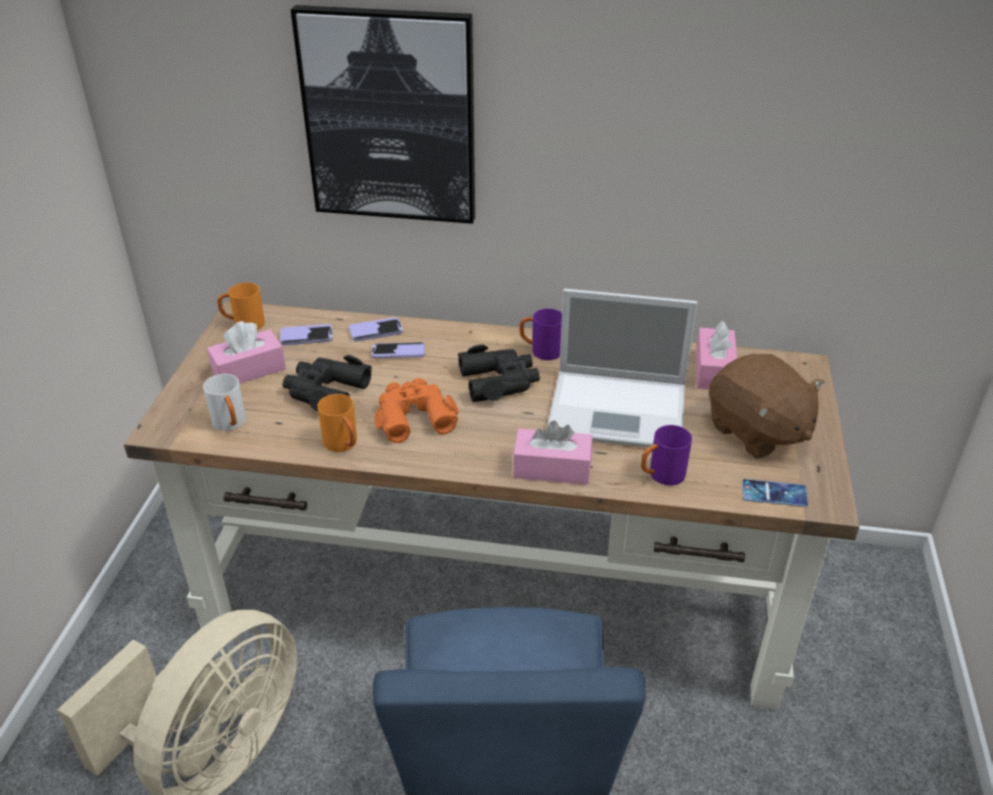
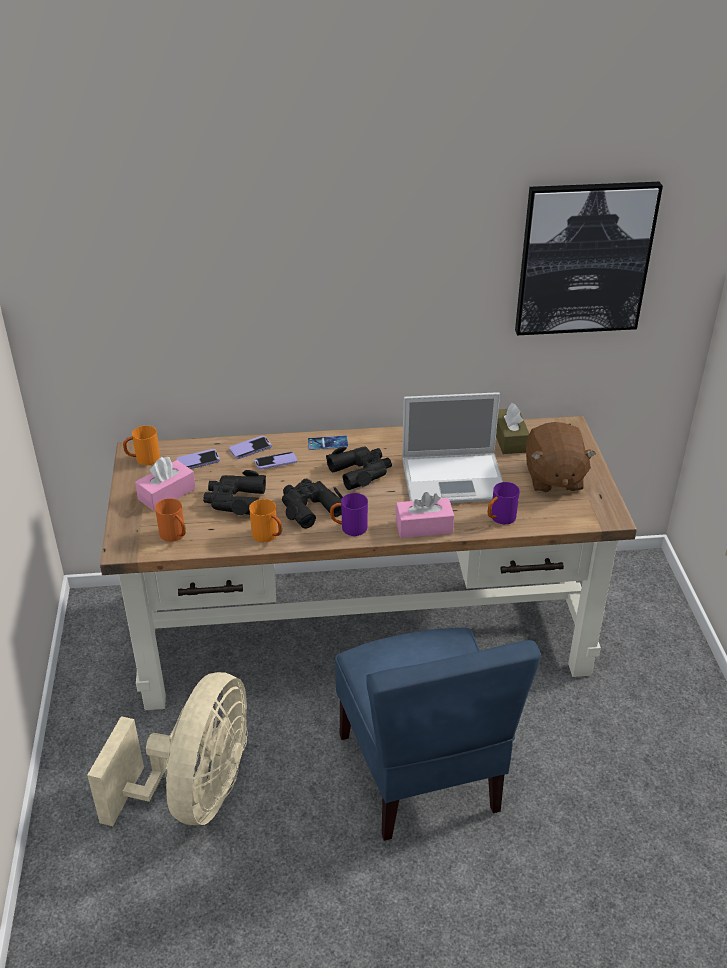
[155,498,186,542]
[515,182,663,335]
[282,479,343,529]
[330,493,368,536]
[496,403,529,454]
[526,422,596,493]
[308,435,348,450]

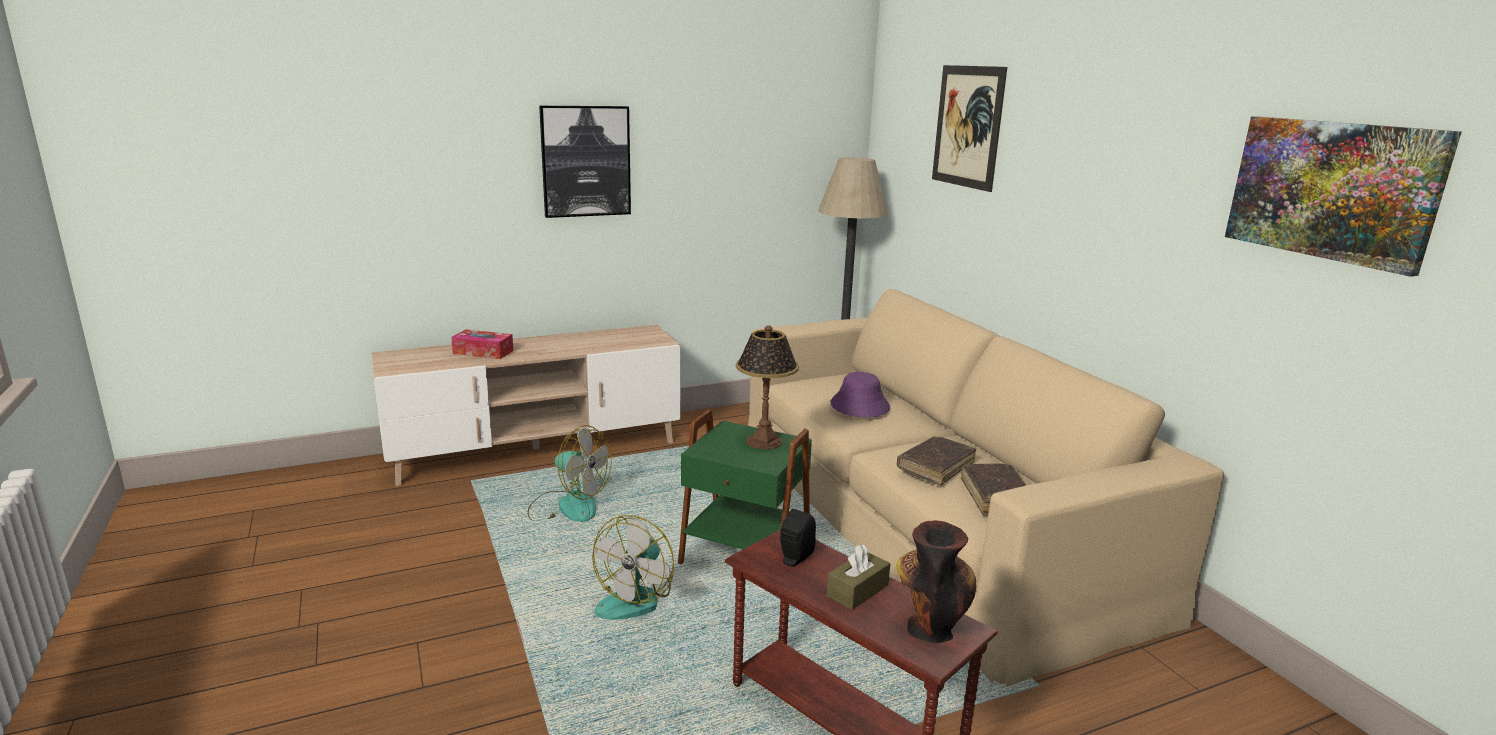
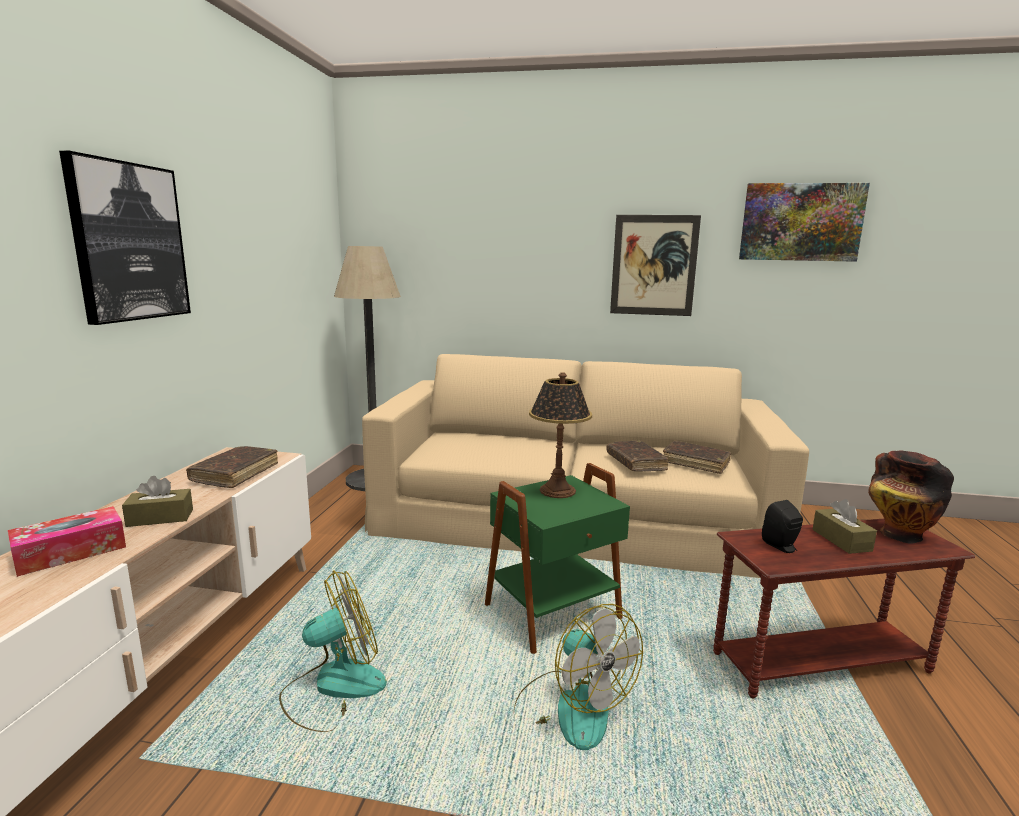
[830,372,890,417] (first image)
[610,215,701,316]
[122,476,193,527]
[186,446,278,488]

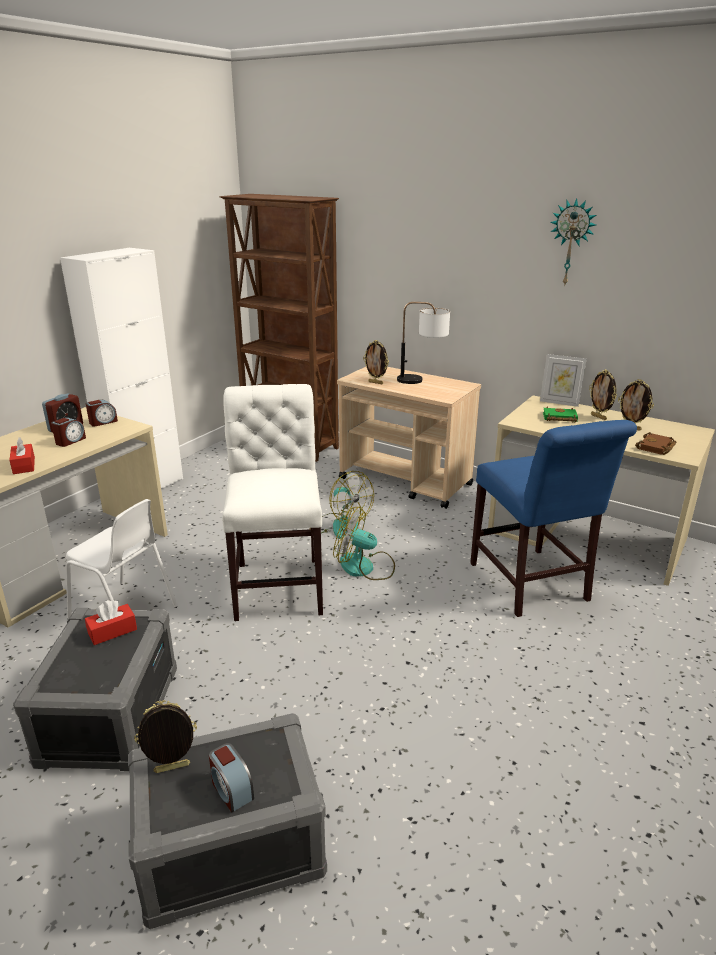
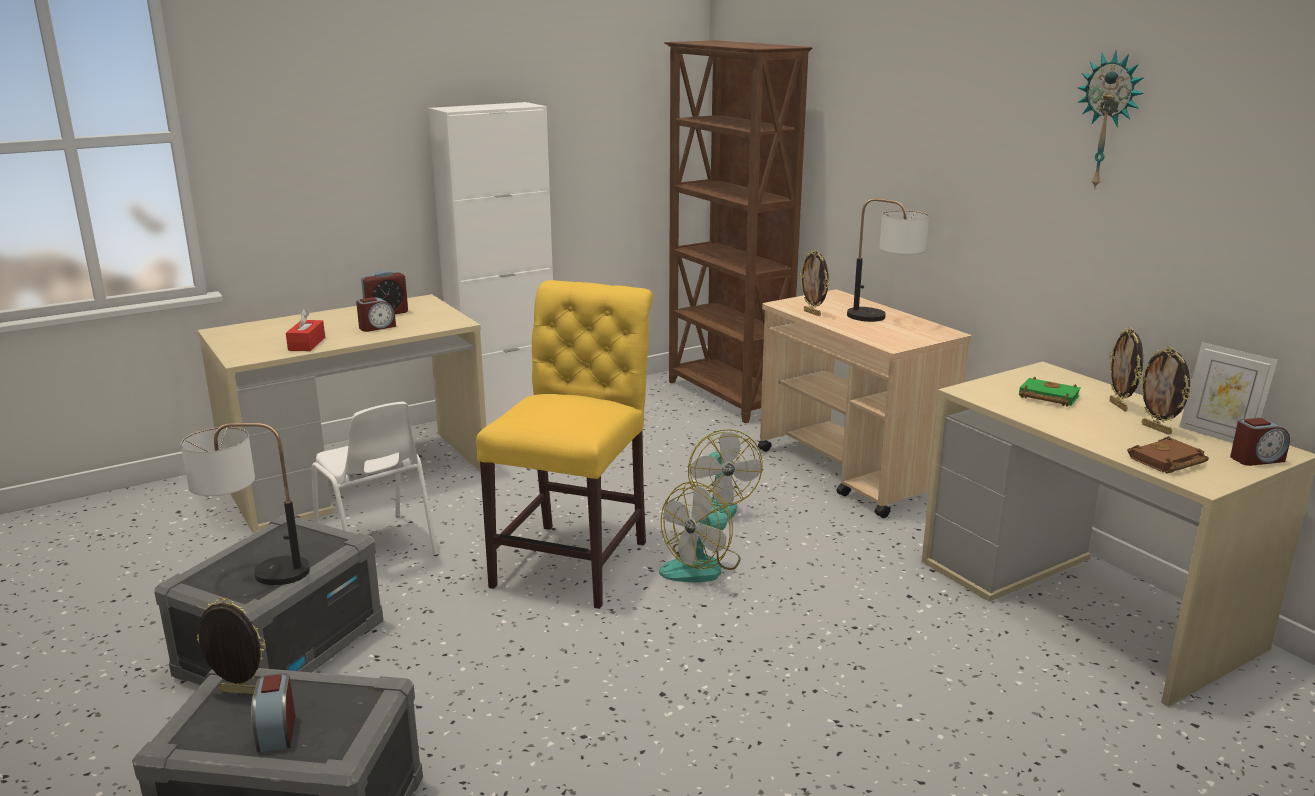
[85,600,137,645] (first image)
[1230,418,1290,466]
[476,280,653,609]
[659,481,740,582]
[470,420,637,617] (first image)
[1179,342,1278,443]
[181,423,310,585]

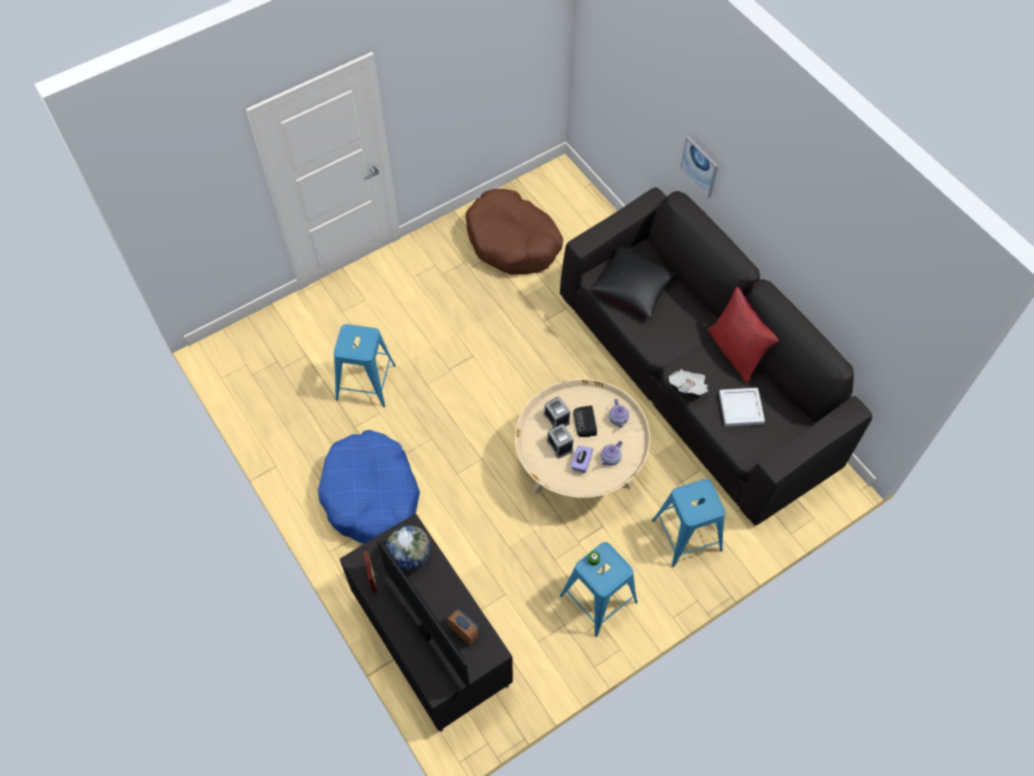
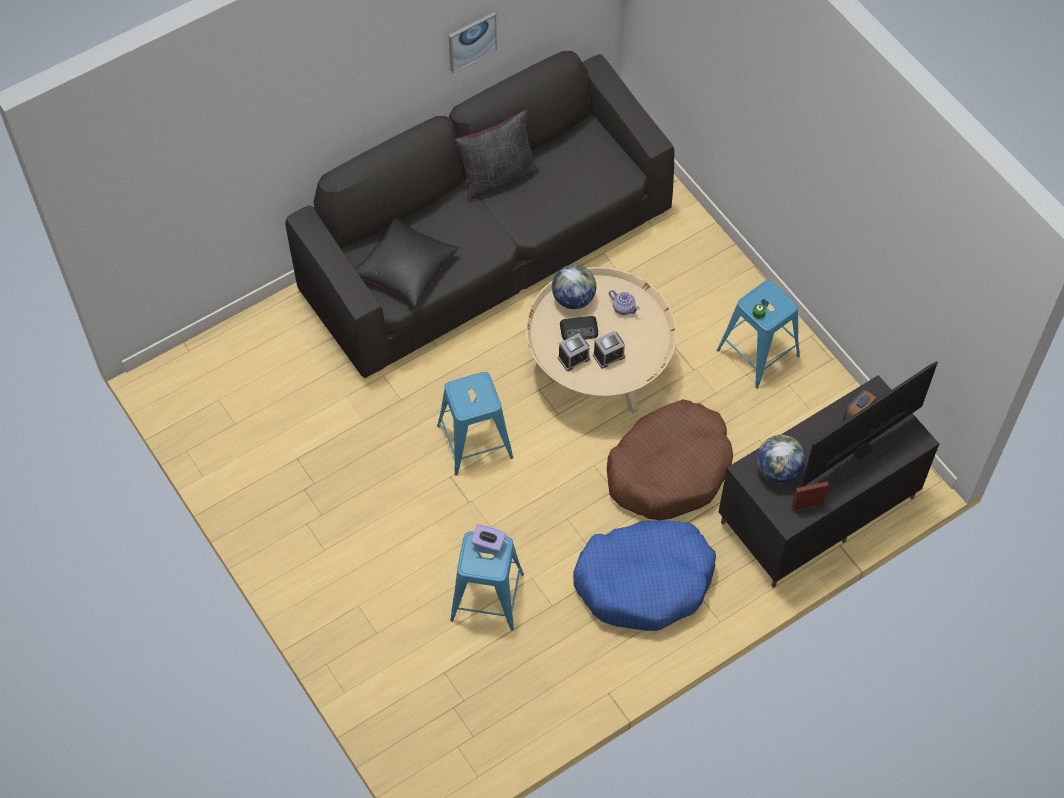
[607,399,733,520]
[471,524,506,553]
[552,264,596,309]
[437,372,513,476]
[669,369,708,395] (first image)
[448,12,497,73]
[455,110,539,201]
[719,388,765,426] (first image)

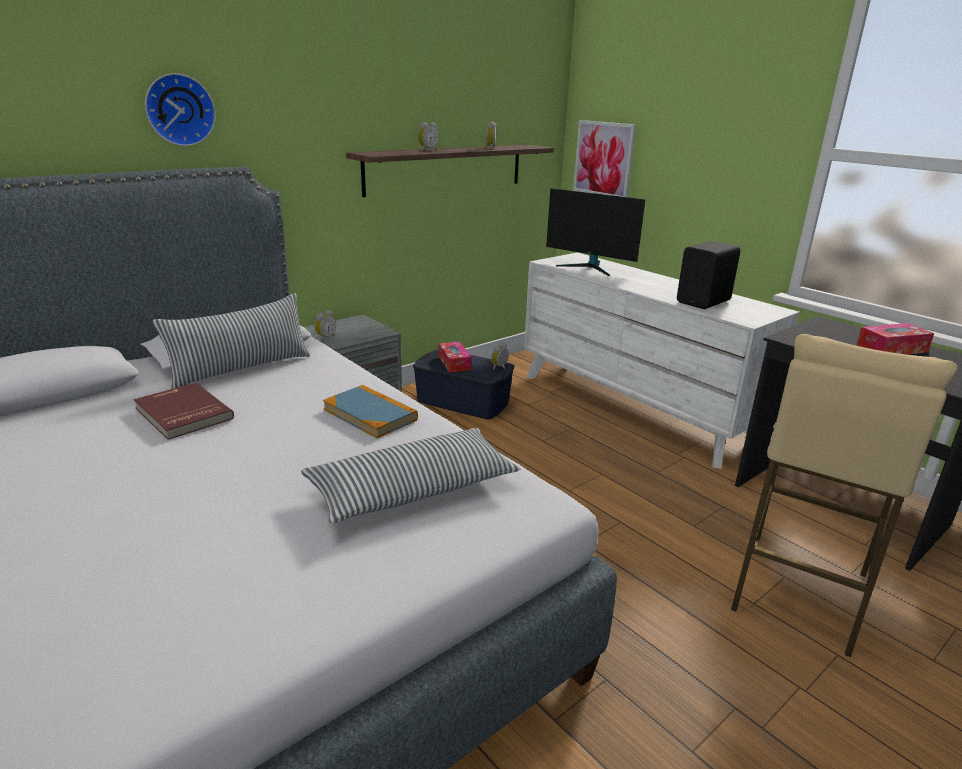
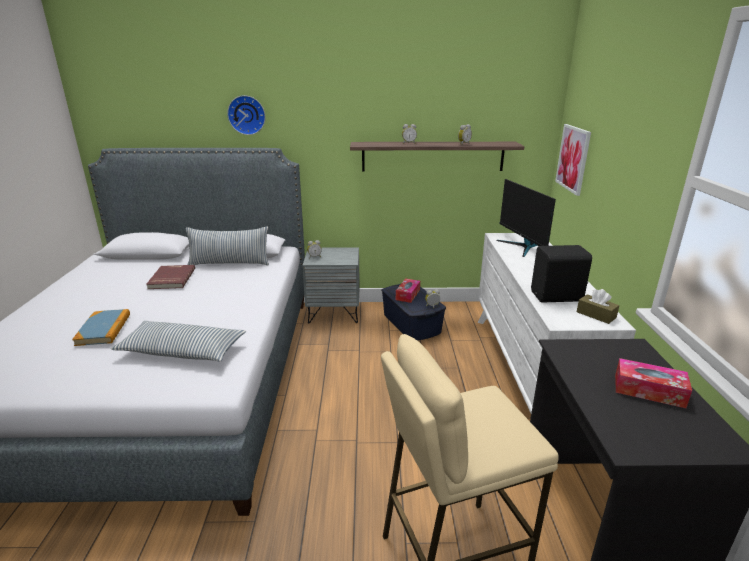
[72,309,130,346]
[577,289,619,324]

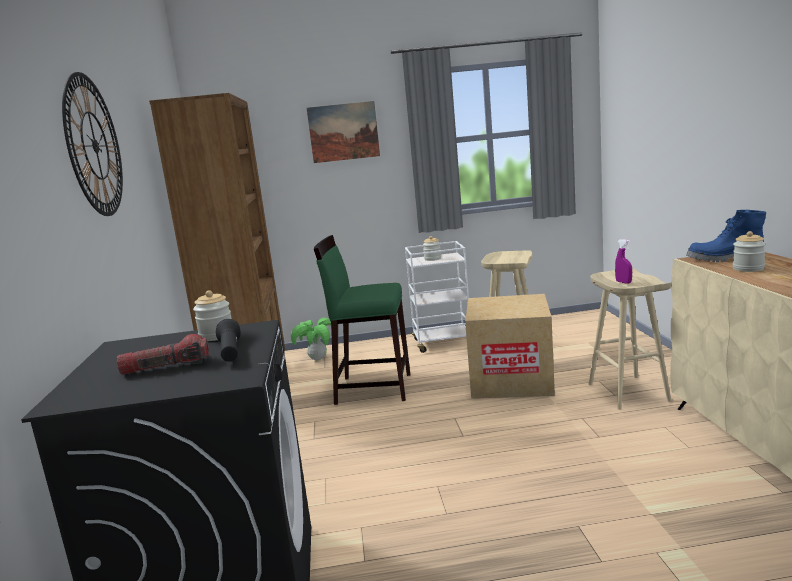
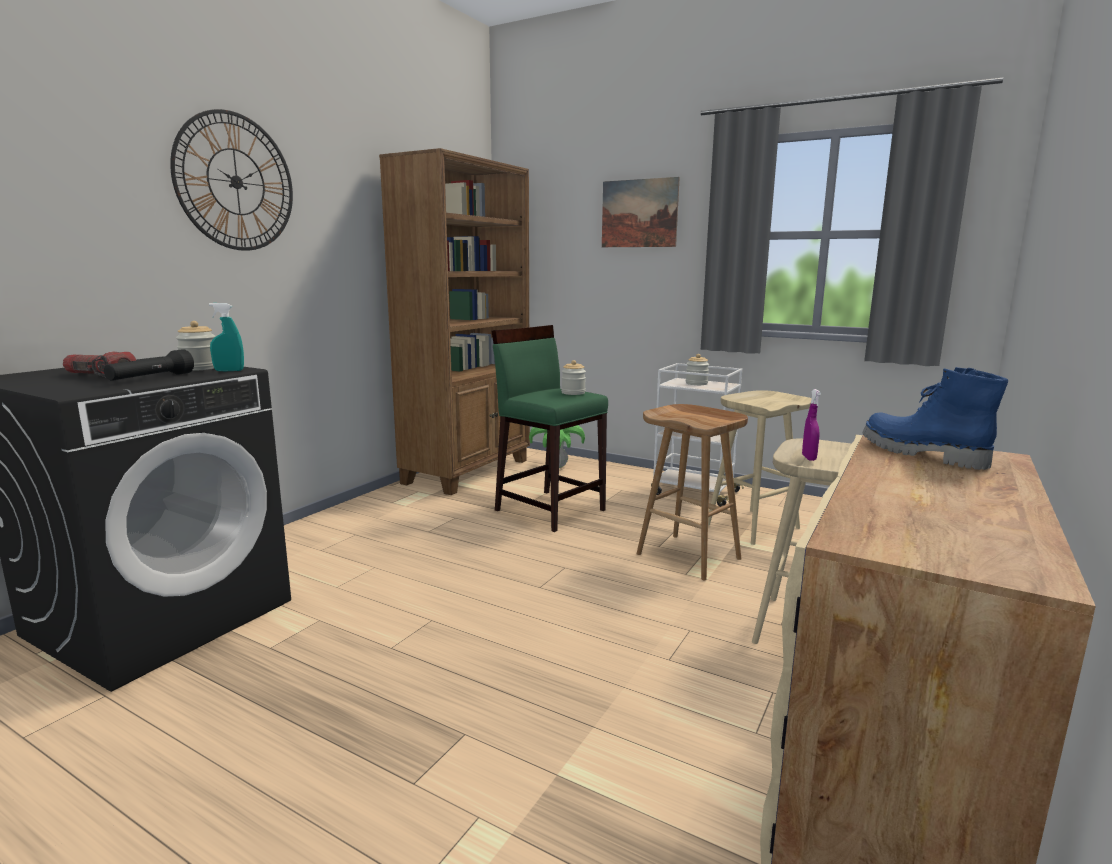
[636,404,748,580]
[561,360,586,395]
[209,303,244,371]

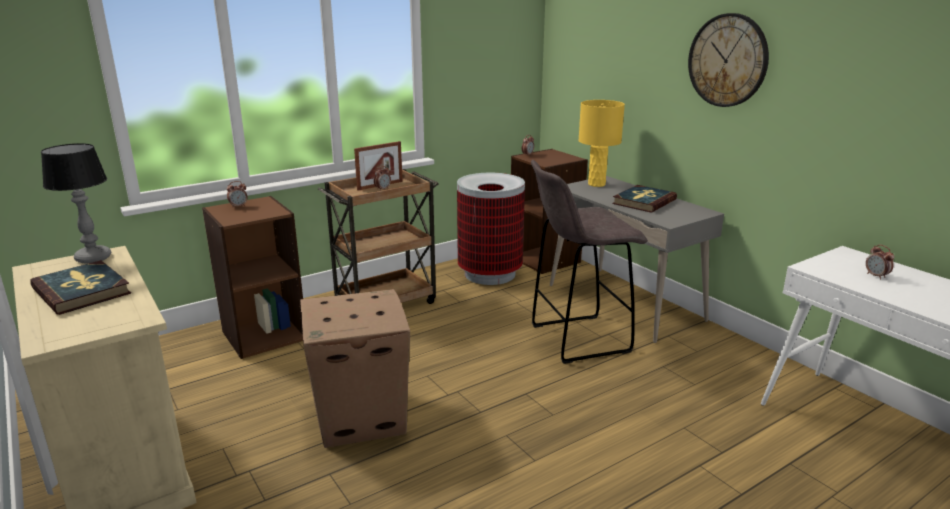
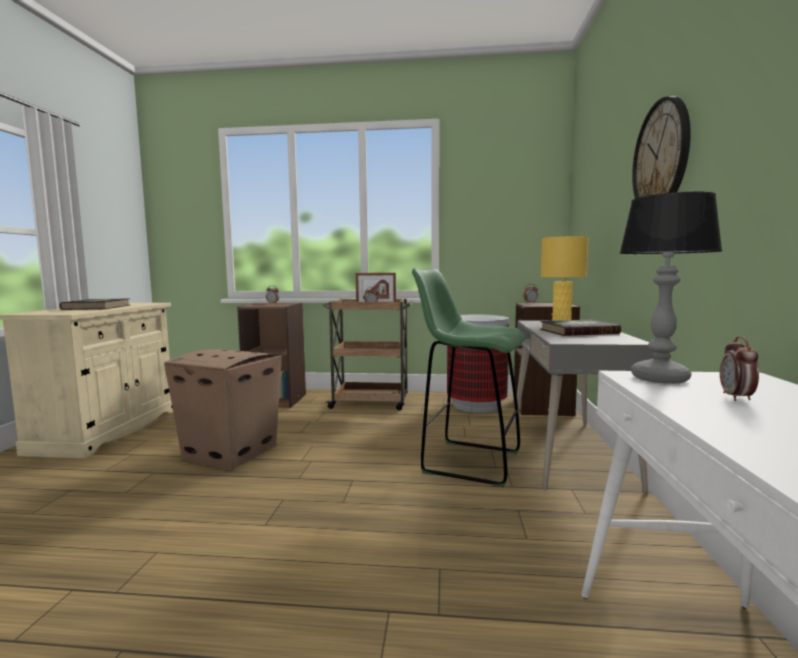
[619,192,723,384]
[412,268,525,487]

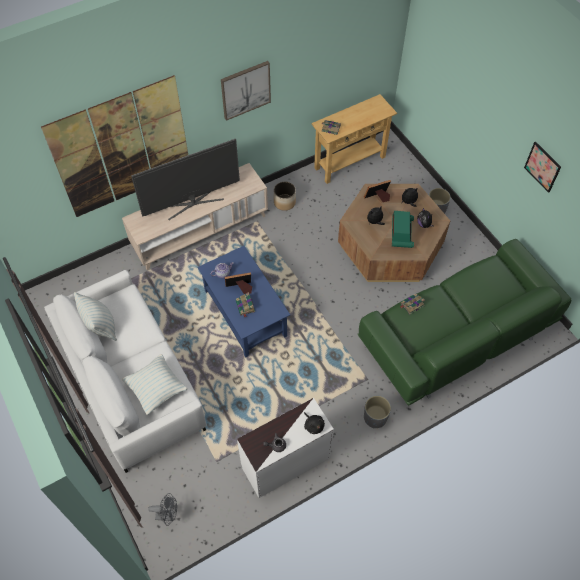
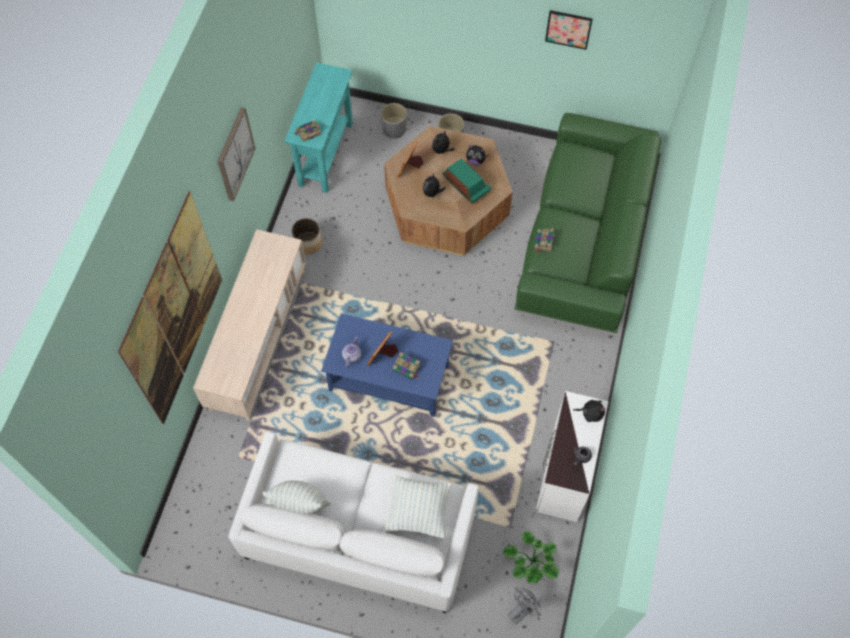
[131,138,240,220] (first image)
[284,62,353,193]
[381,103,407,139]
[502,530,560,584]

